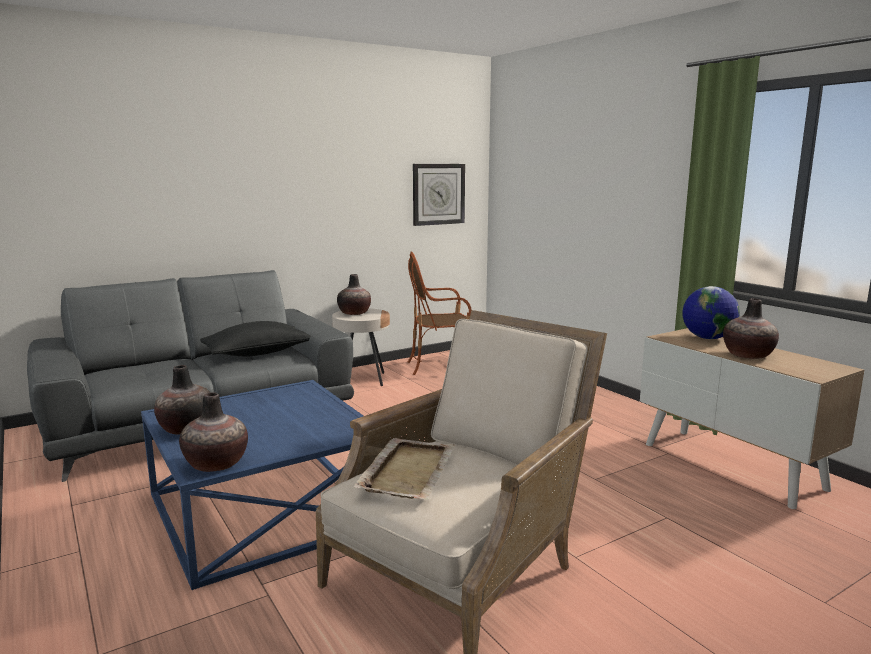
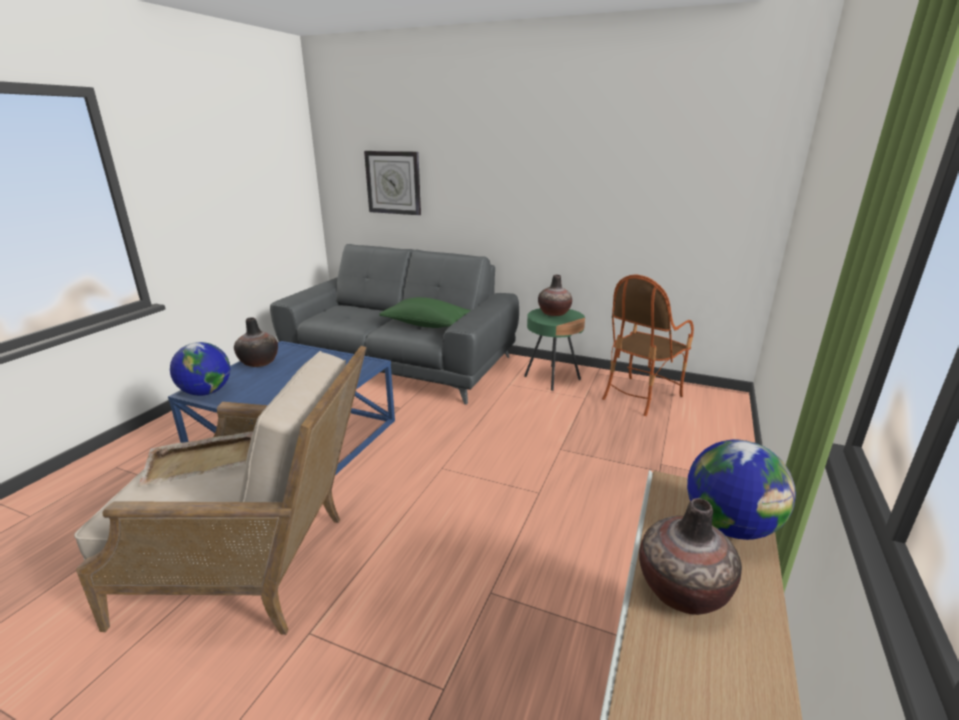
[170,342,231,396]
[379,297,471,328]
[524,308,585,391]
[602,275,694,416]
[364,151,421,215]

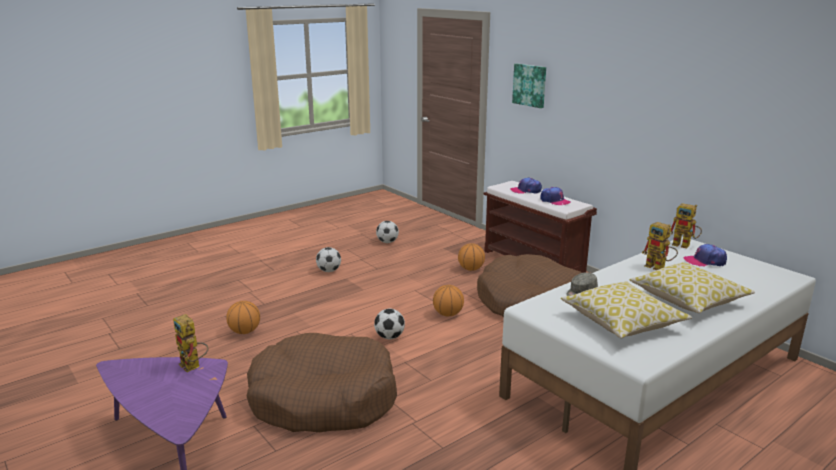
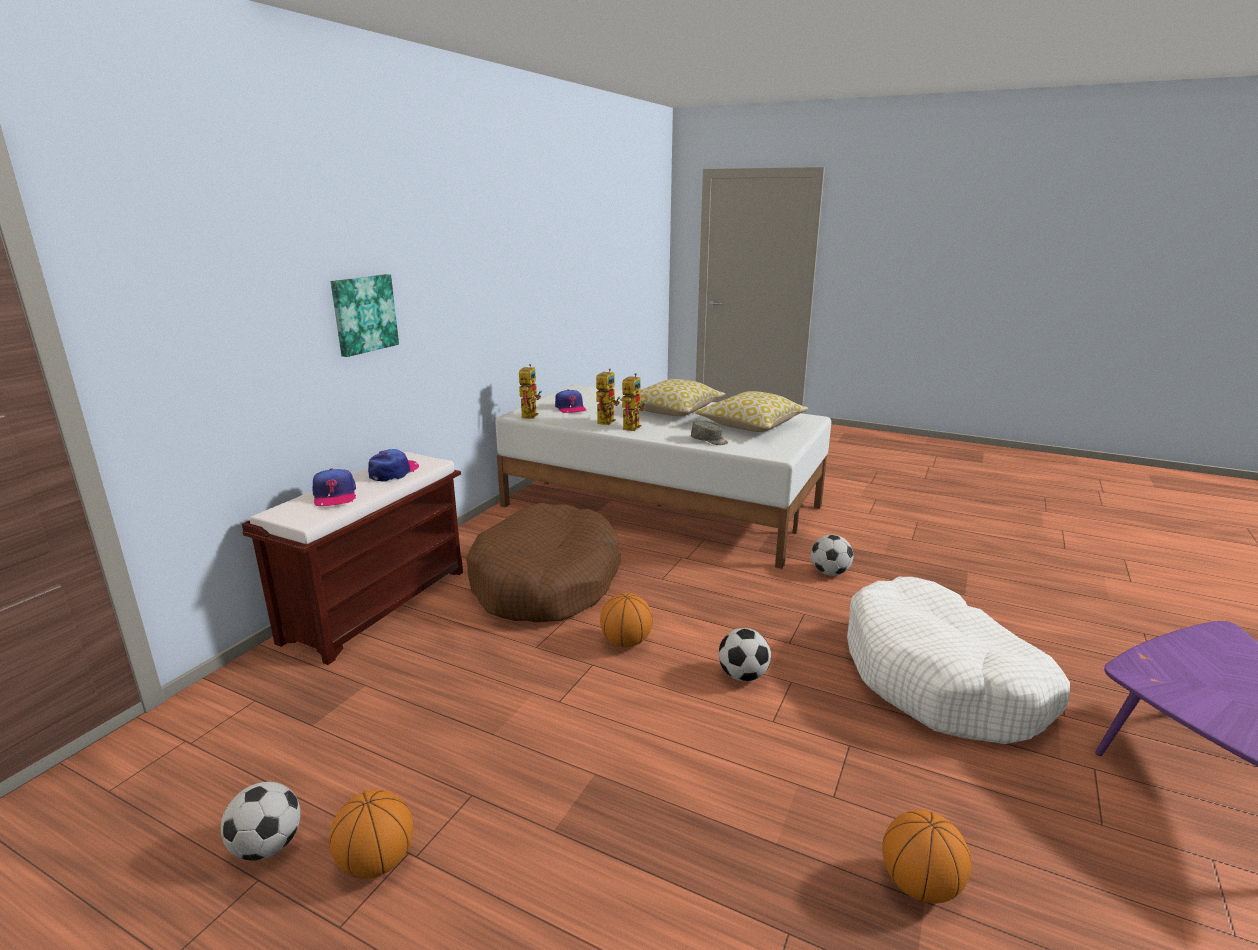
[622,373,646,431]
[847,577,1070,744]
[811,535,853,576]
[329,790,413,879]
[331,274,399,357]

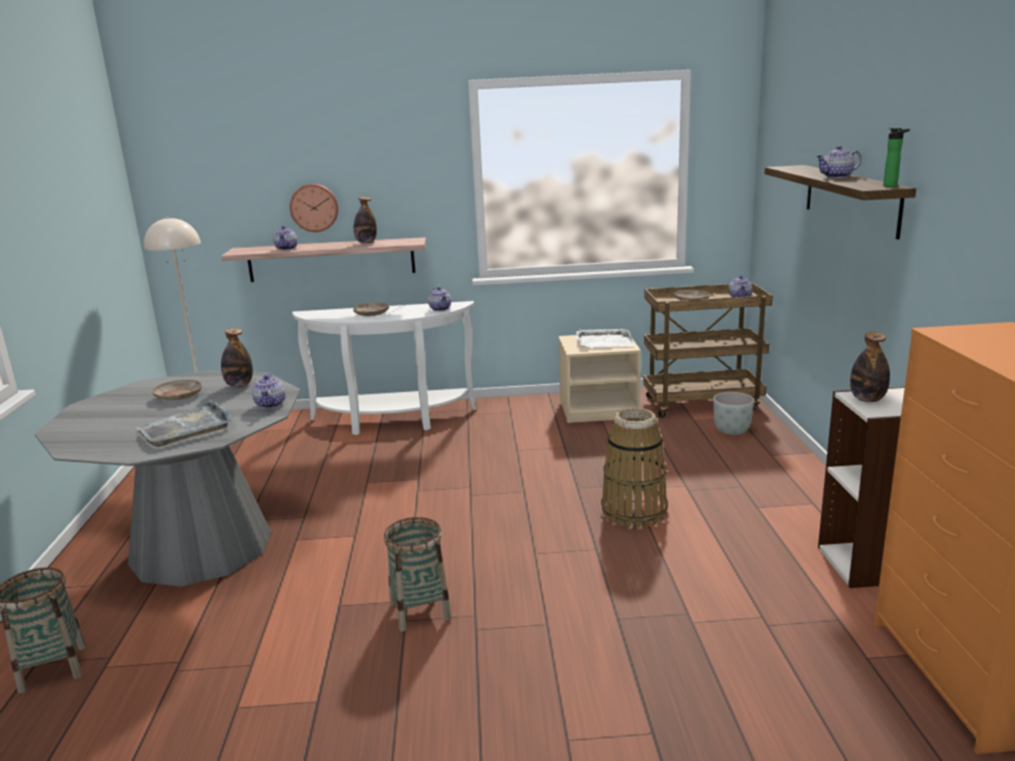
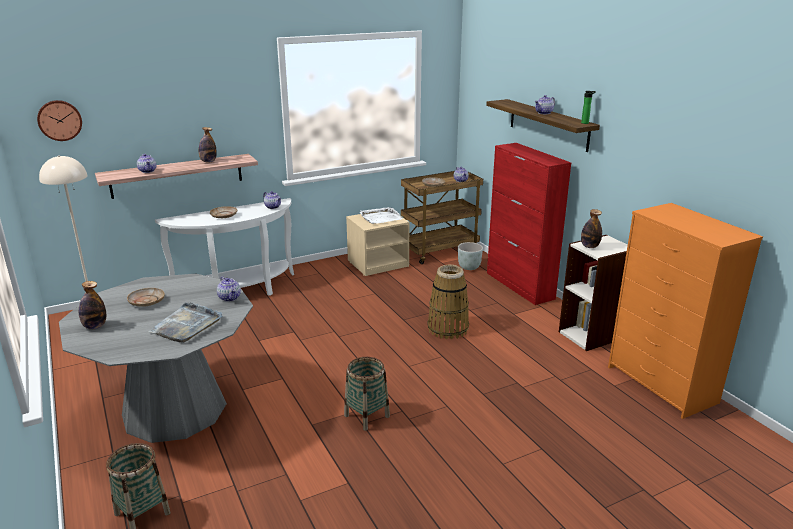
[79,281,106,329]
[37,100,82,141]
[487,143,571,305]

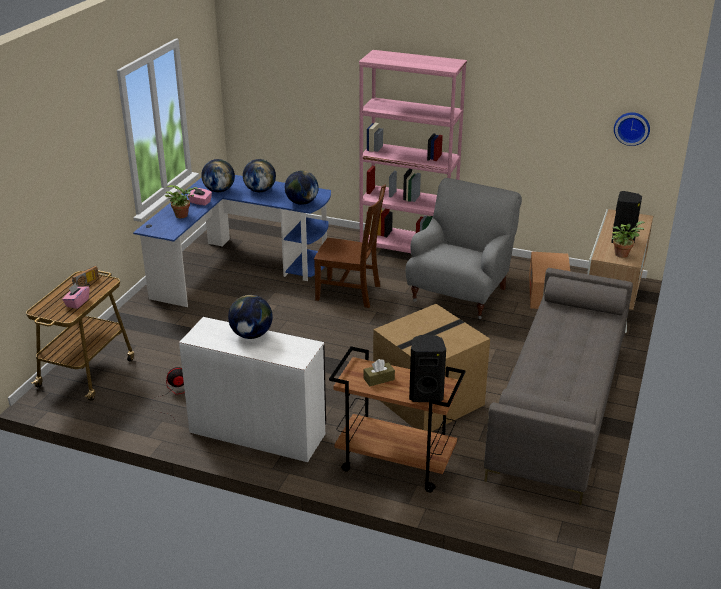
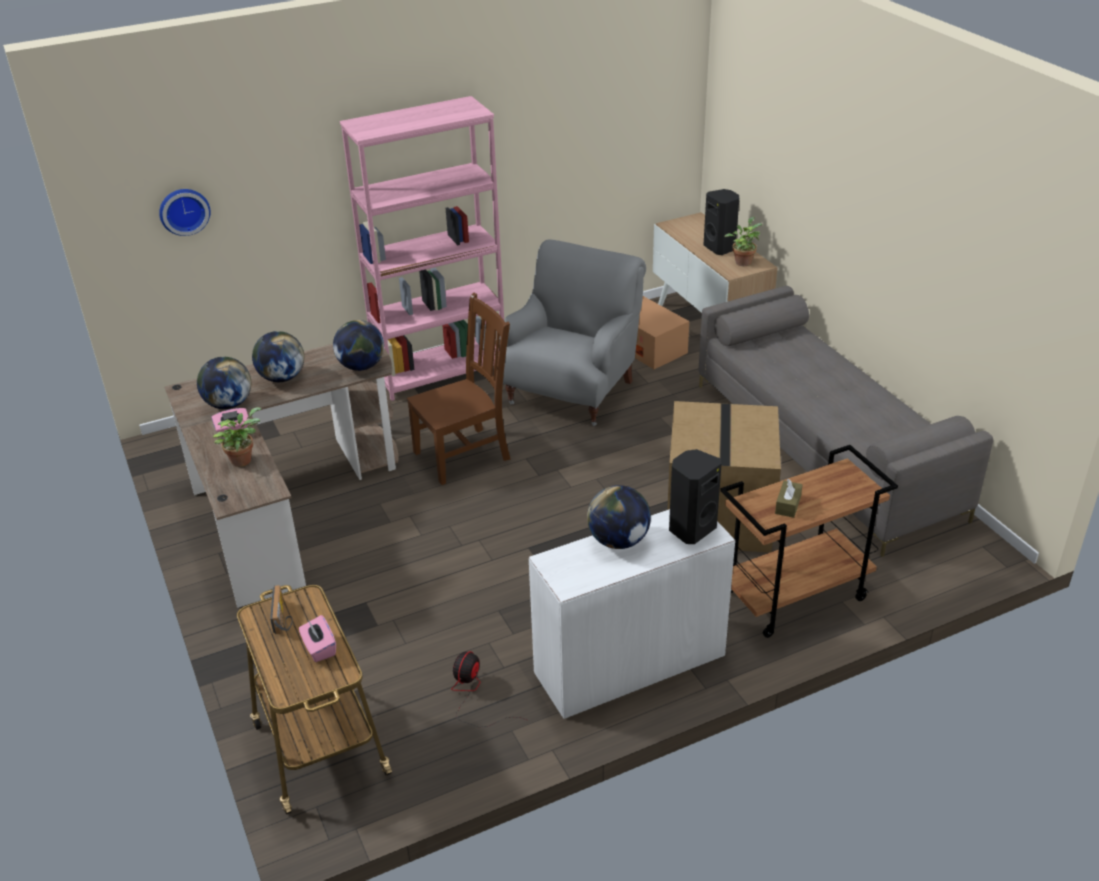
[164,343,398,608]
[498,239,646,426]
[669,449,722,544]
[159,189,210,236]

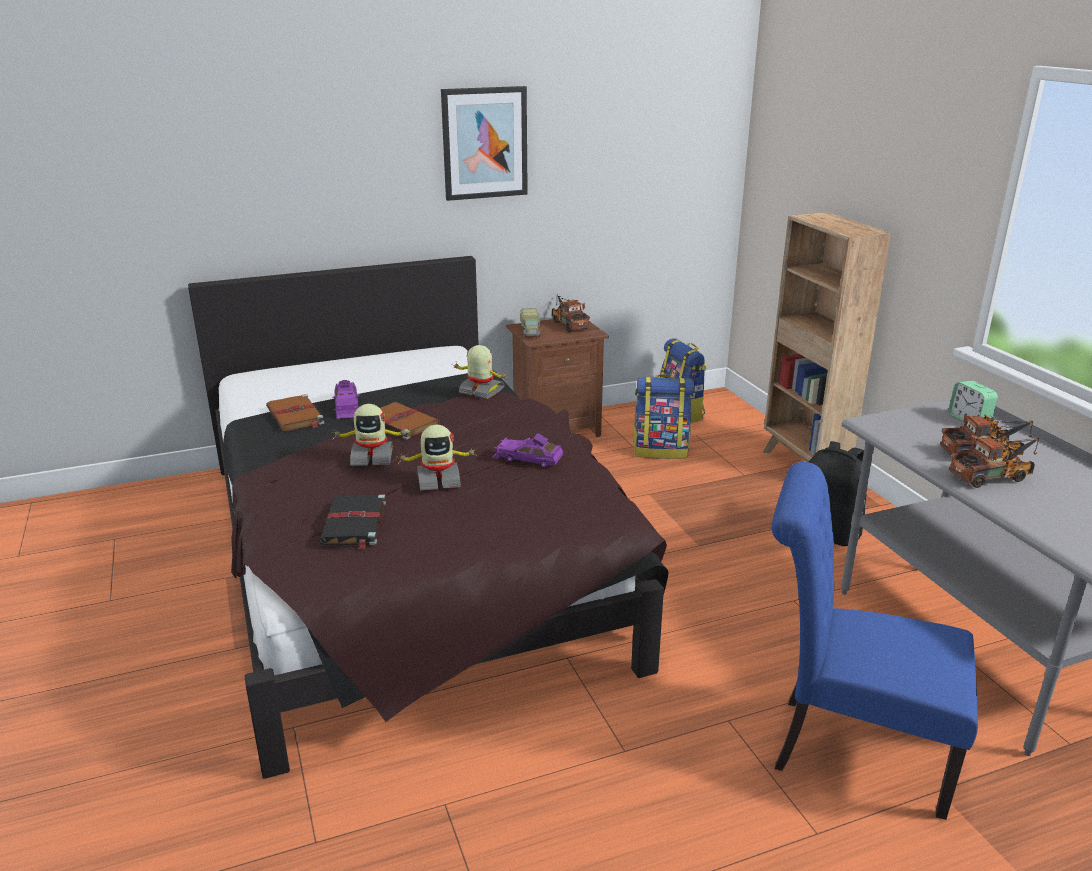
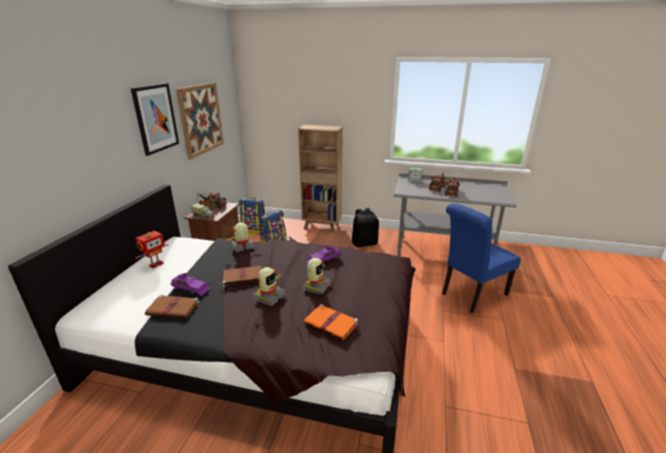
[304,304,359,341]
[135,231,168,268]
[176,82,224,160]

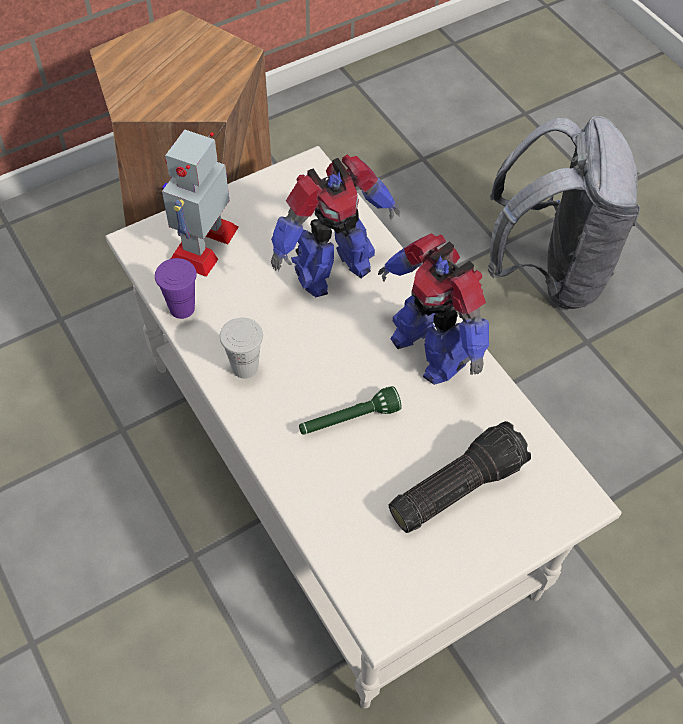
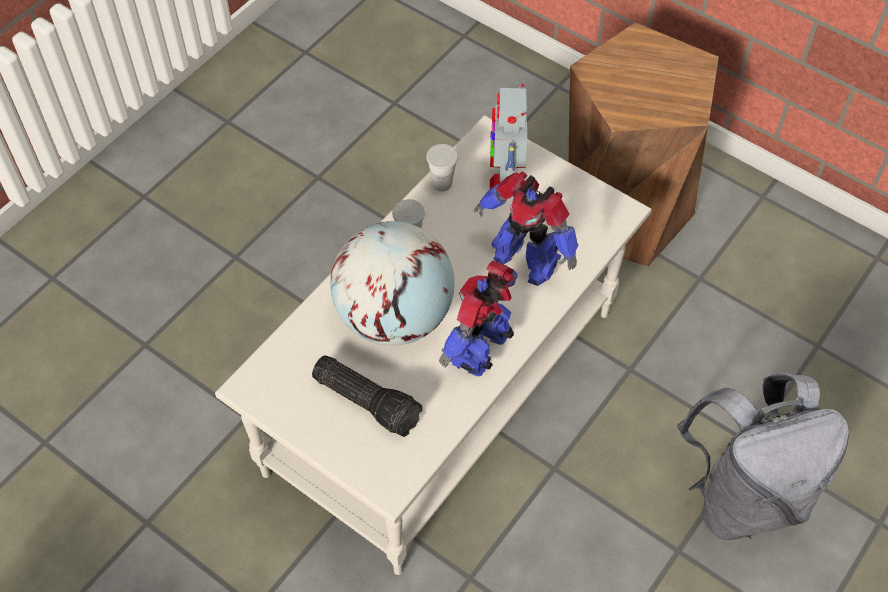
[426,144,458,191]
[490,84,527,197]
[330,221,455,346]

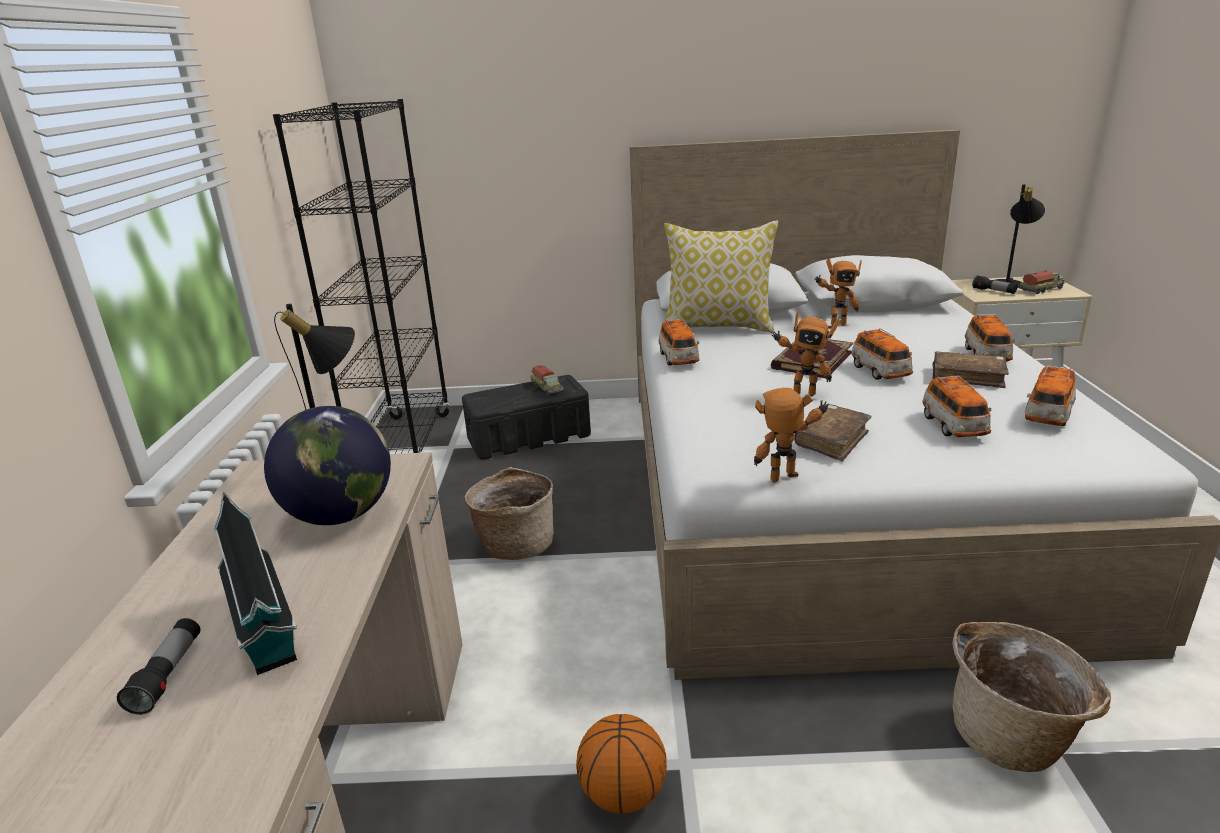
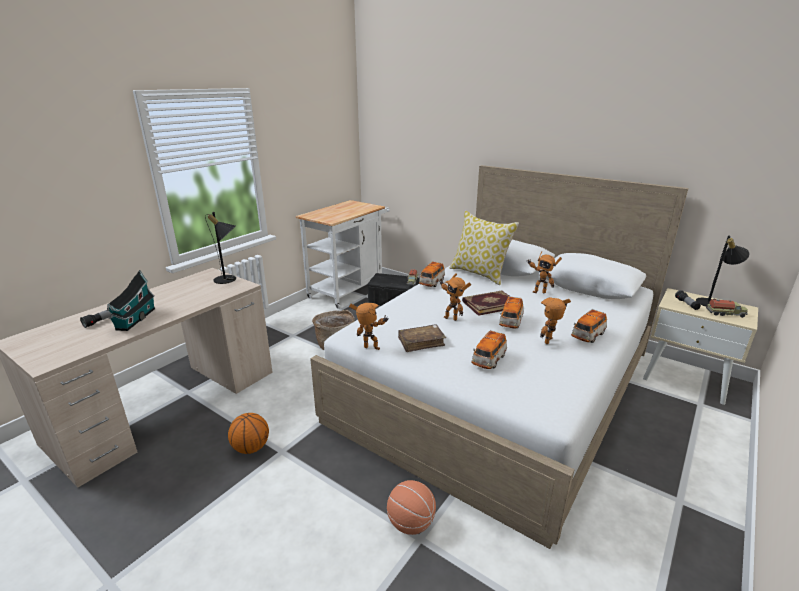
[264,406,391,525] (first image)
[296,200,390,309]
[540,297,571,344]
[387,480,436,535]
[1025,365,1076,426] (first image)

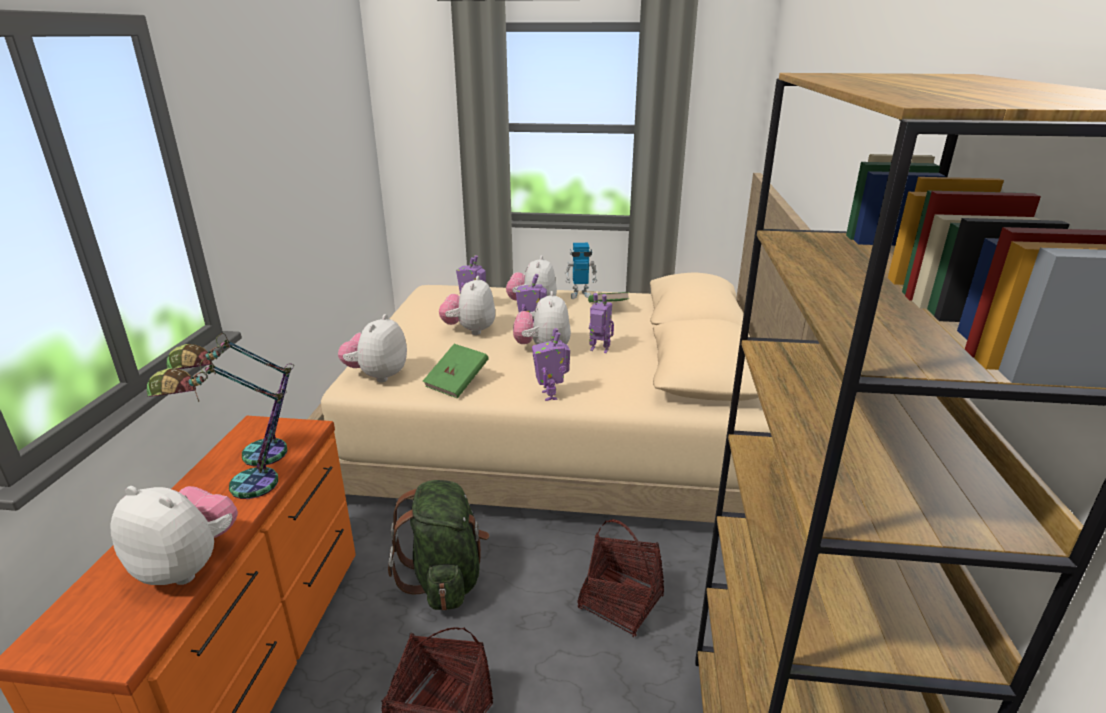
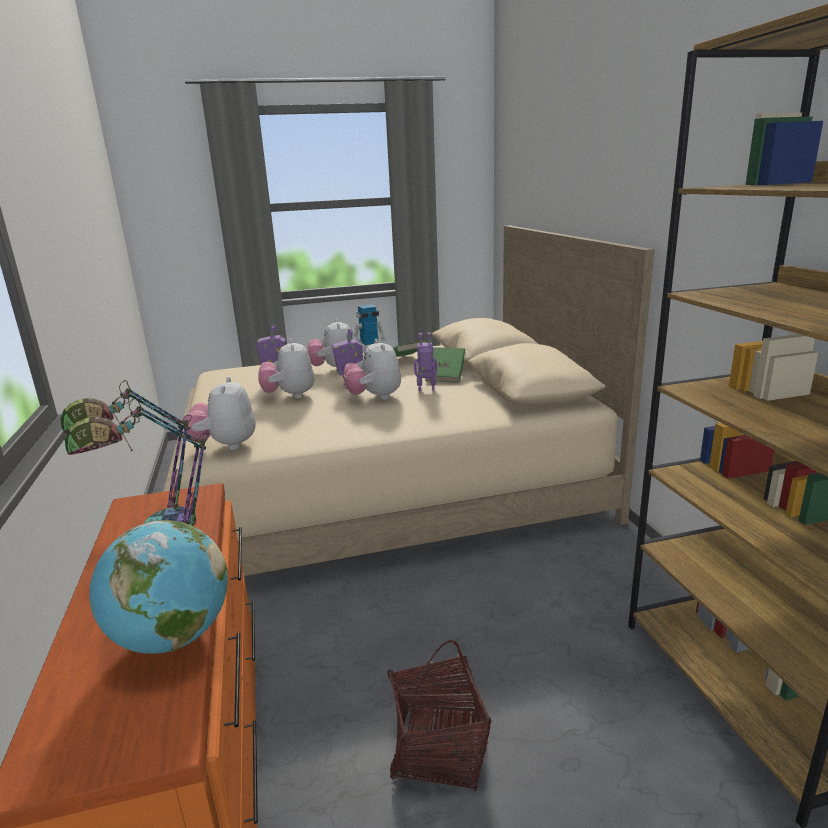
[89,520,228,654]
[388,480,489,611] (first image)
[425,347,465,382]
[532,328,570,401] (first image)
[577,519,664,637] (first image)

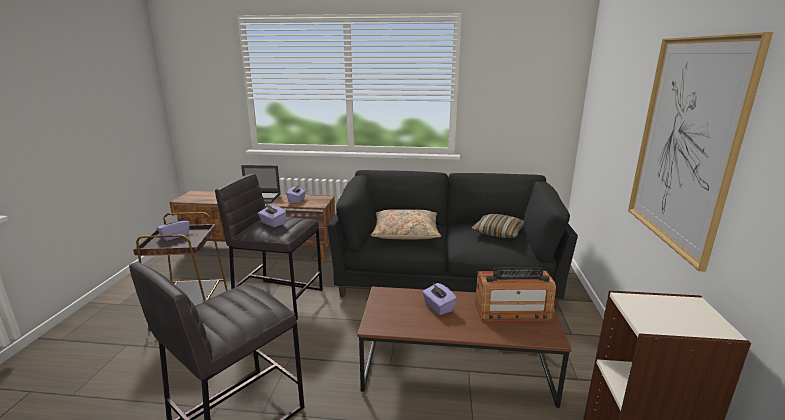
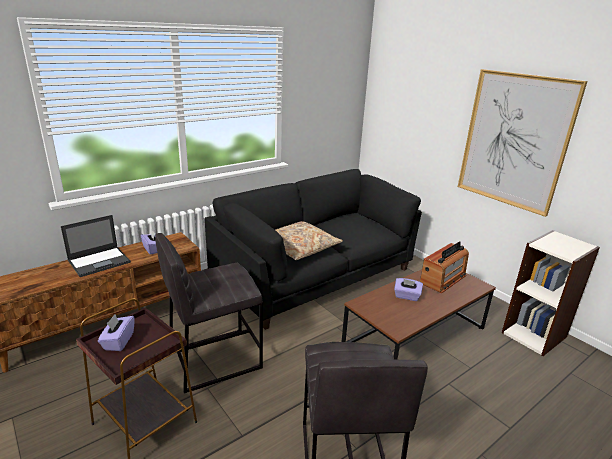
[258,203,286,227] (first image)
[471,214,524,238] (first image)

